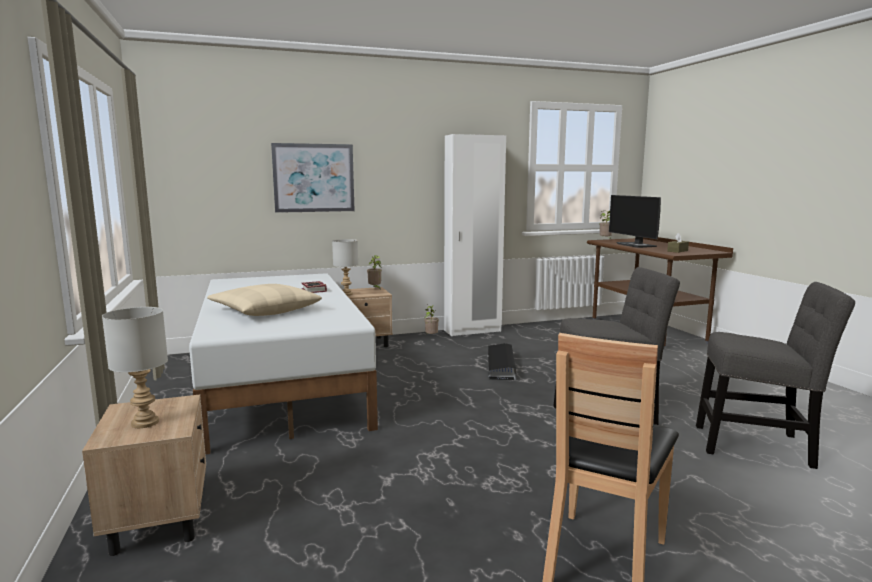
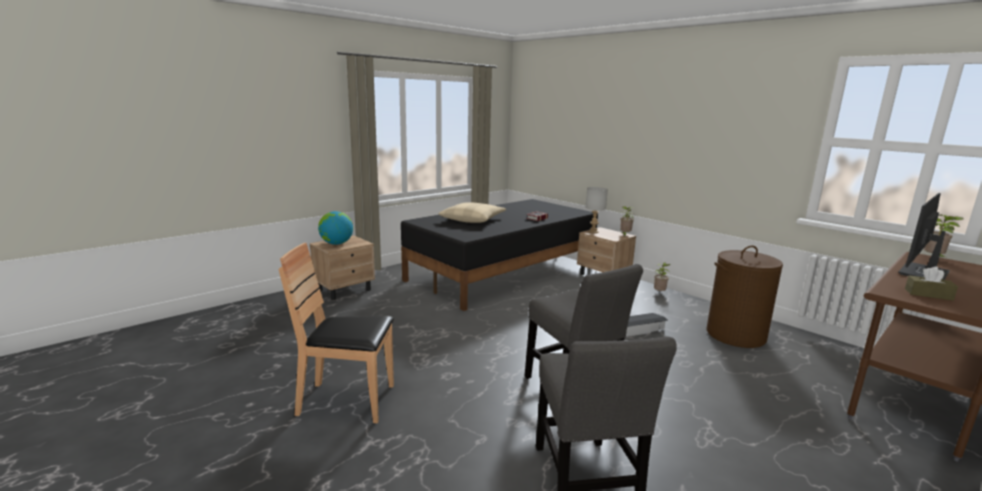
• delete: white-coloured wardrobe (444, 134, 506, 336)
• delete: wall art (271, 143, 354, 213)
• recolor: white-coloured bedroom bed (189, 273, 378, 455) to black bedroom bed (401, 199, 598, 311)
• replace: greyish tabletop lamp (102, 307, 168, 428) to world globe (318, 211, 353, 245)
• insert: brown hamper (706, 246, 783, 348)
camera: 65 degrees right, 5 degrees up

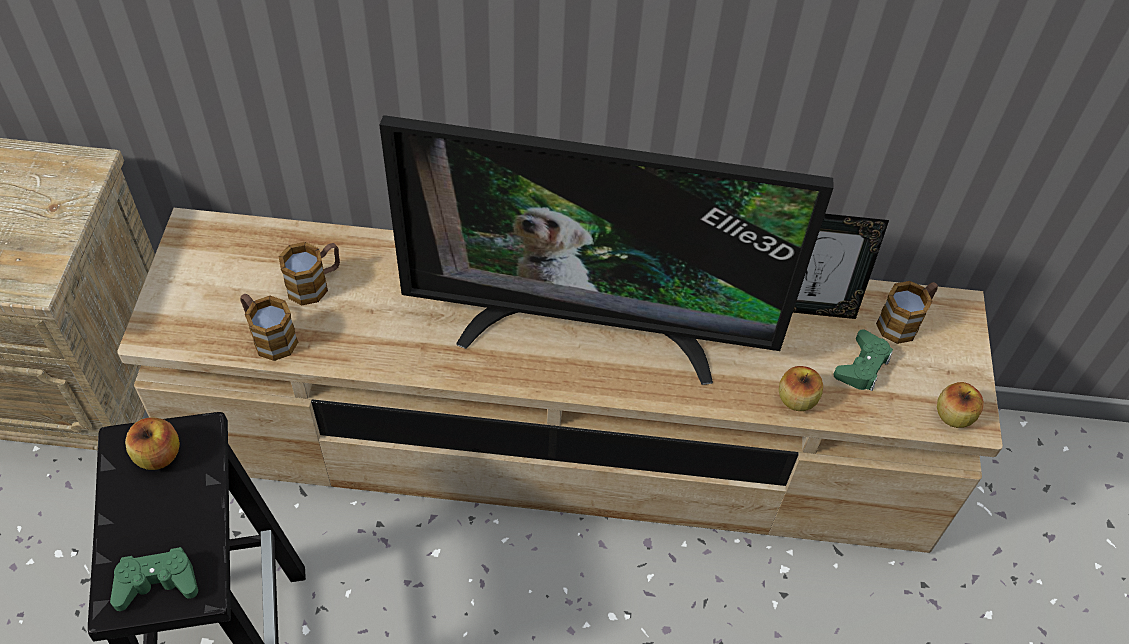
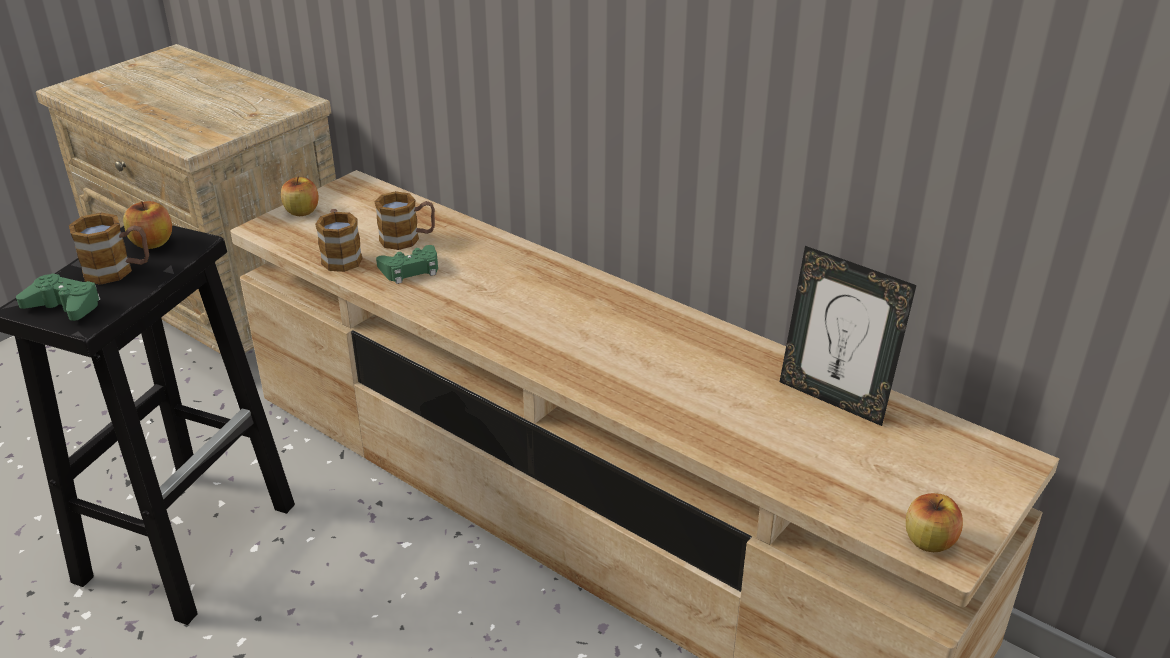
• delete: TV set (379, 115, 834, 385)
• move: coffee mug (876, 281, 938, 344) to (69, 212, 149, 285)
• move: green-coloured gamepad (833, 329, 893, 391) to (376, 245, 438, 284)
• move: whole apple (779, 366, 823, 411) to (281, 176, 319, 216)
camera: 35 degrees right, 20 degrees down

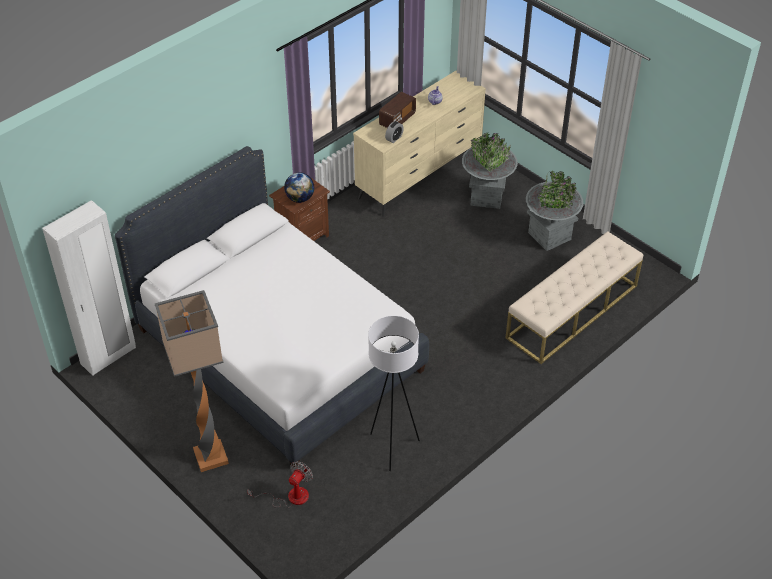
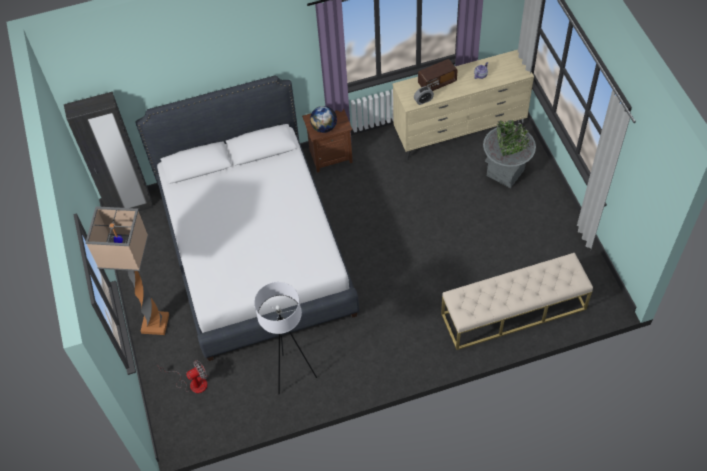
• delete: greyish plant pot (526, 171, 583, 251)
• recolor: white-coloured wardrobe (42, 200, 136, 376) to black wardrobe (64, 92, 153, 211)
camera: 30 degrees right, 10 degrees up

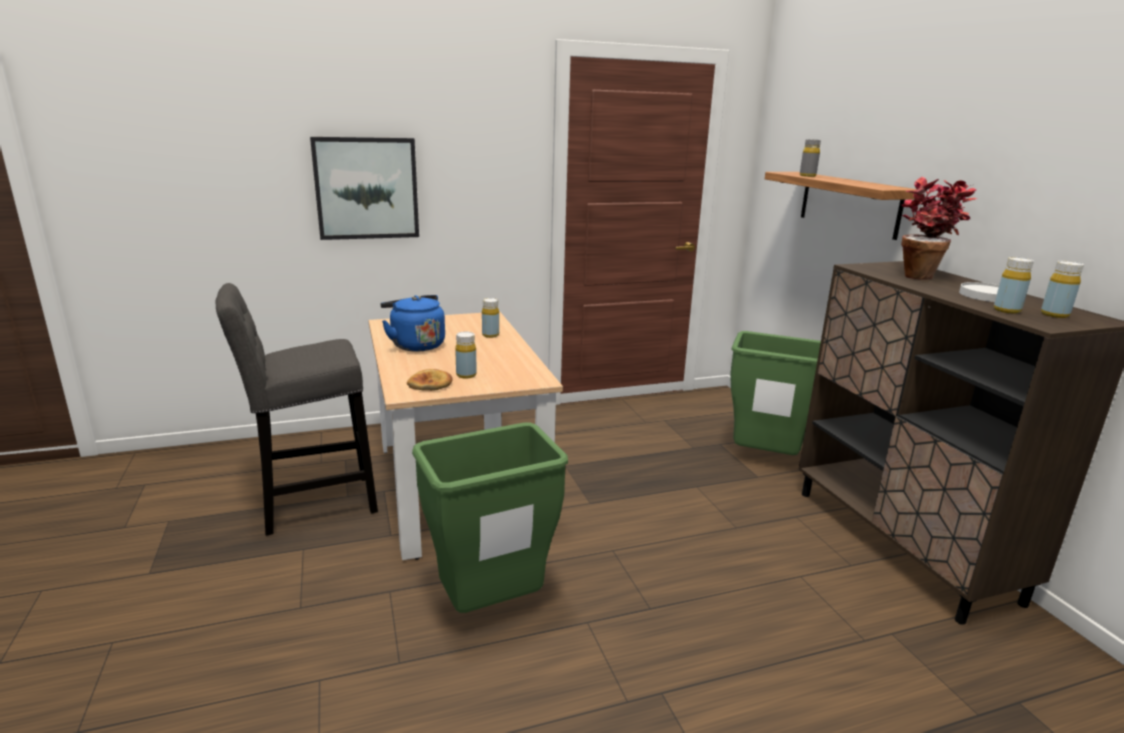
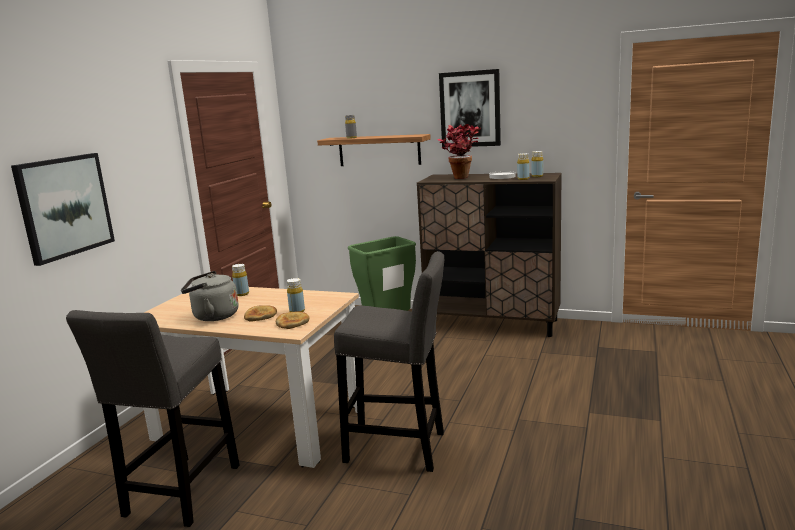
• recolor: blue tea kettle (380, 295, 445, 352) to greyish tea kettle (181, 271, 239, 321)
• replace: green-coloured waste bin (412, 423, 568, 613) to greyish stool (334, 251, 444, 472)
• insert: wall art (439, 69, 501, 147)
• insert: bakery bread (244, 305, 277, 322)
camera: 50 degrees left, 5 degrees down

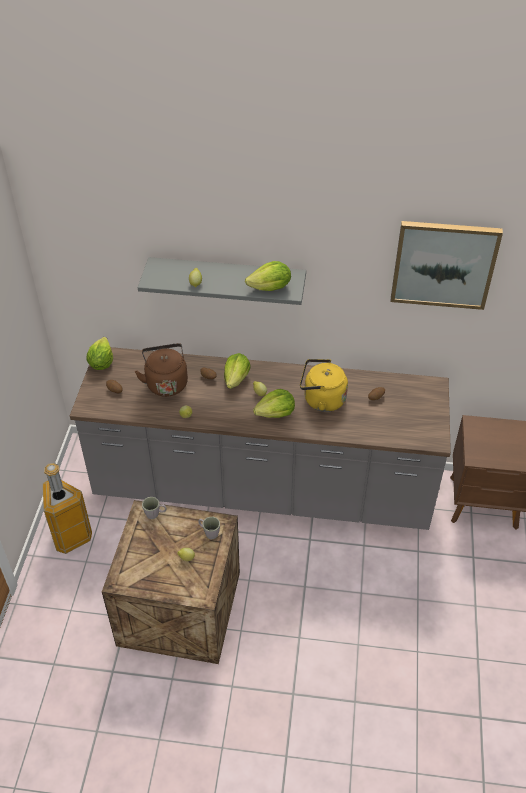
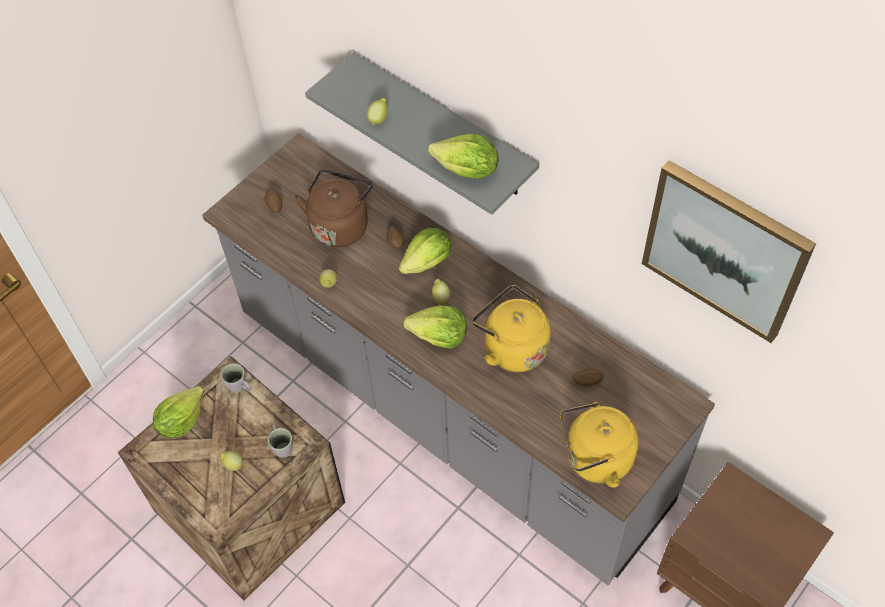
• move: head of lettuce (86, 337, 113, 370) to (153, 386, 204, 438)
• delete: waste bin (43, 463, 92, 554)
• insert: yellowish tea kettle (560, 402, 639, 488)
camera: 35 degrees right, 10 degrees up

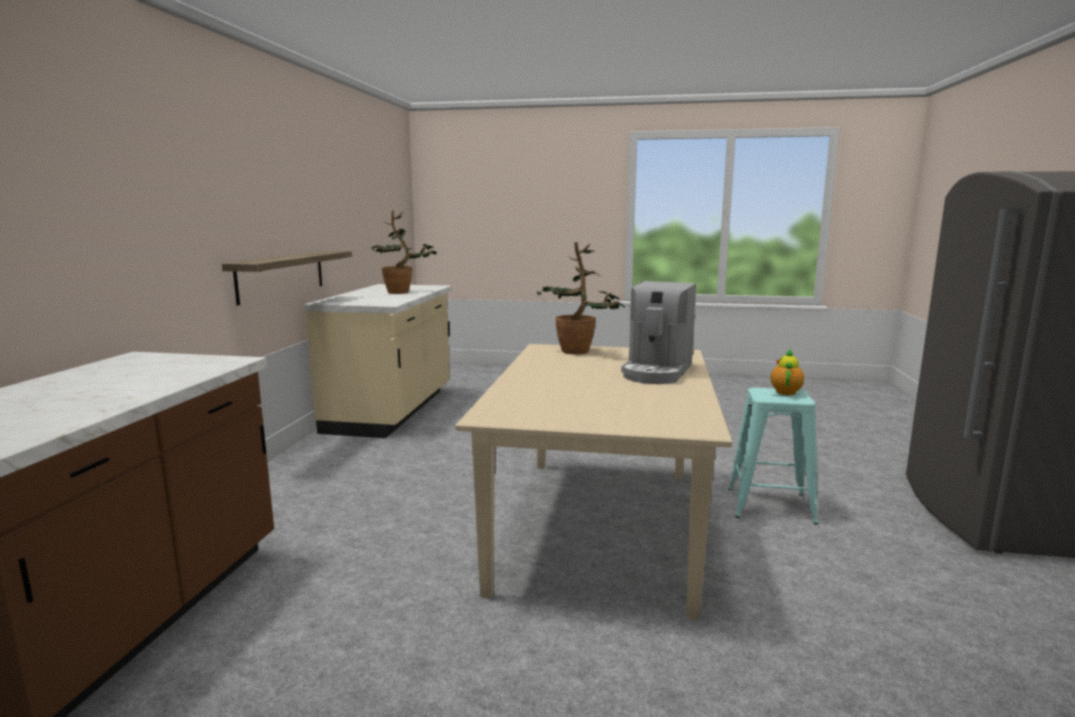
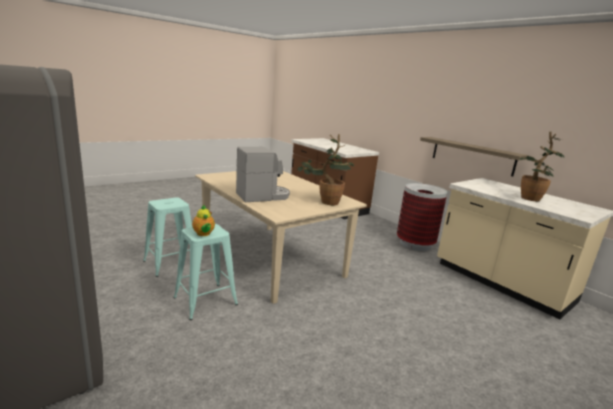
• rotate: coffee brewer (621, 281, 696, 384) = (236, 147, 290, 202) 90 degrees clockwise
• insert: waste bin (397, 183, 448, 251)
• insert: blue-green stool (143, 197, 192, 277)
camera: 130 degrees right, 5 degrees up

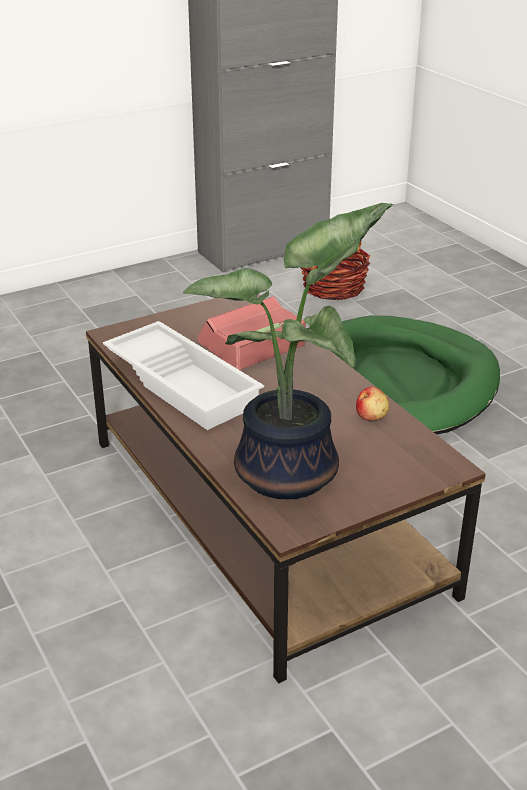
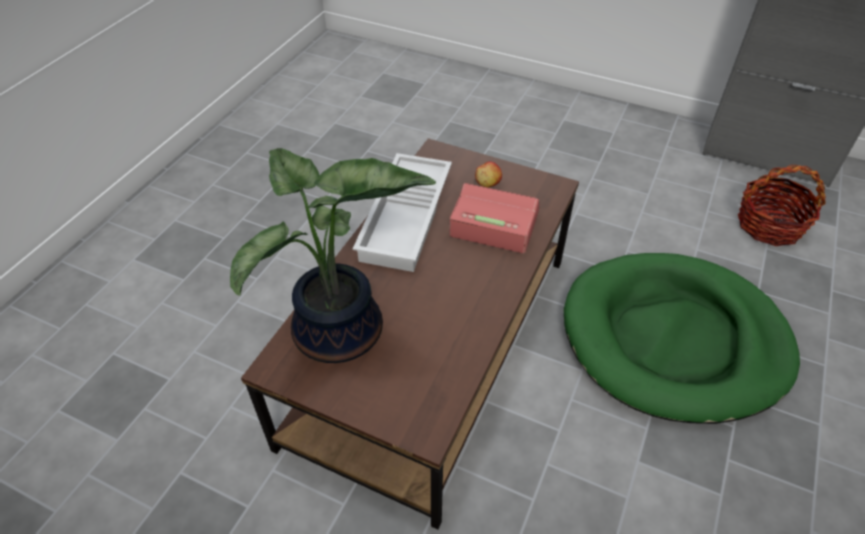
• move: whole apple (356, 387, 389, 421) to (475, 161, 502, 187)
camera: 55 degrees right, 15 degrees up

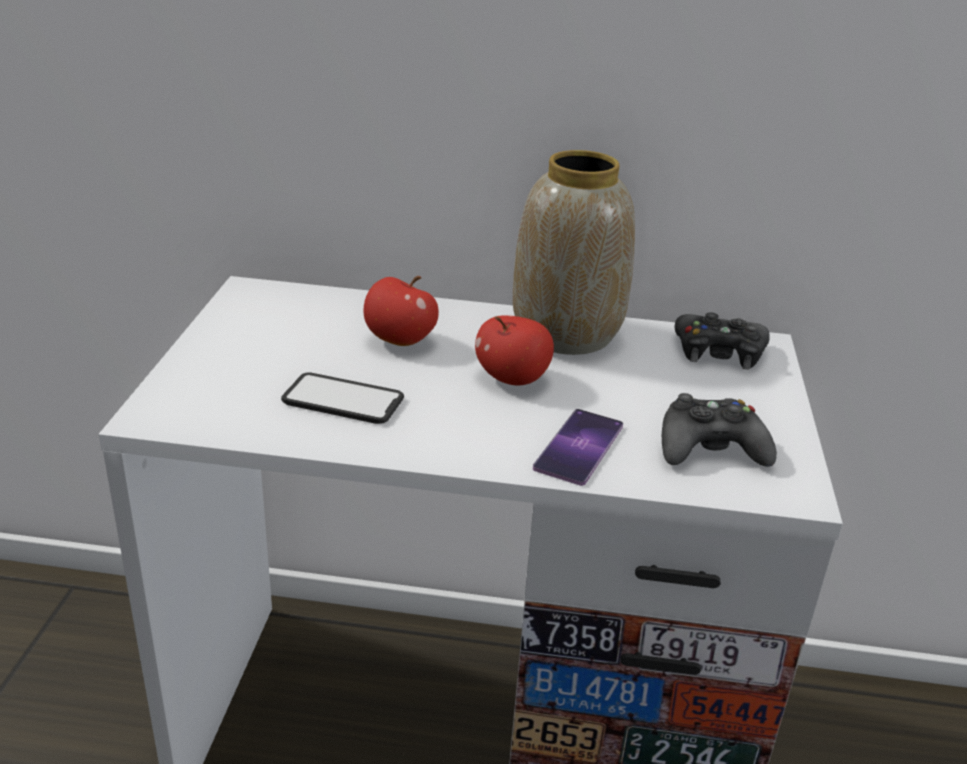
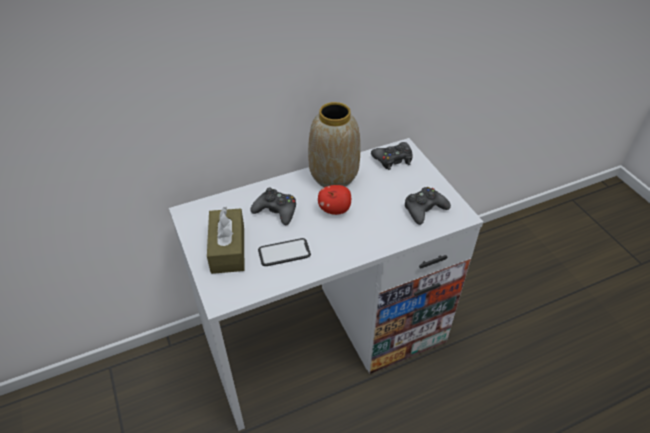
• replace: whole apple (364, 276, 439, 346) to black gamepad (250, 187, 296, 225)
• delete: telephone (533, 409, 623, 486)
• insert: brown box of tissues (207, 207, 244, 274)
camera: 30 degrees left, 15 degrees up

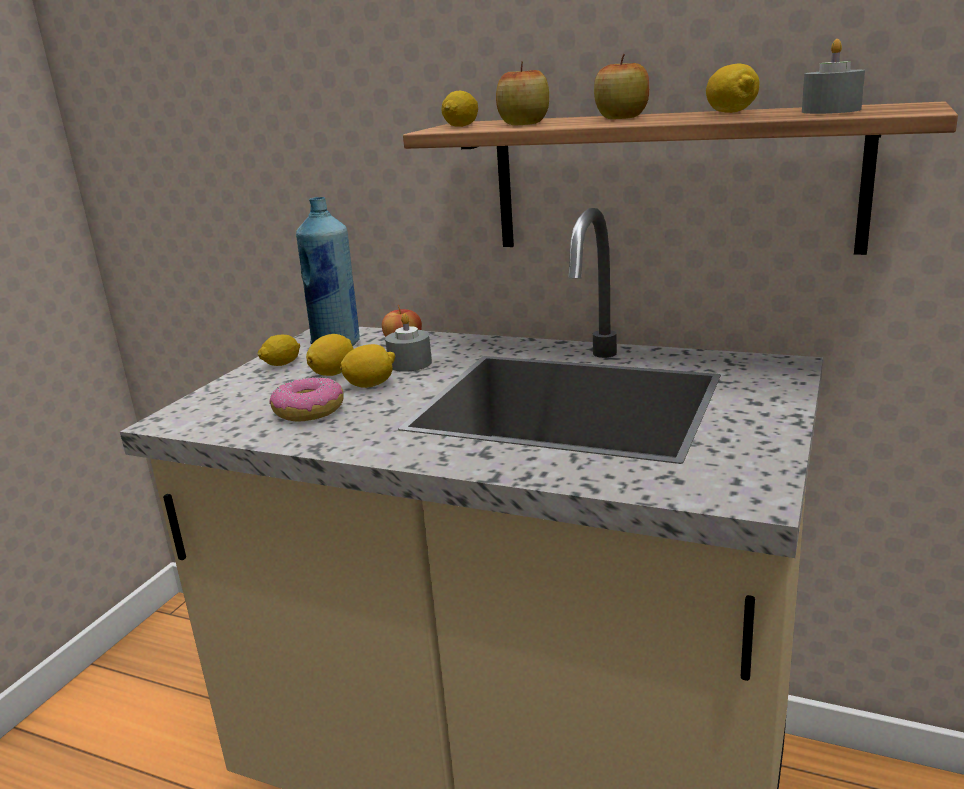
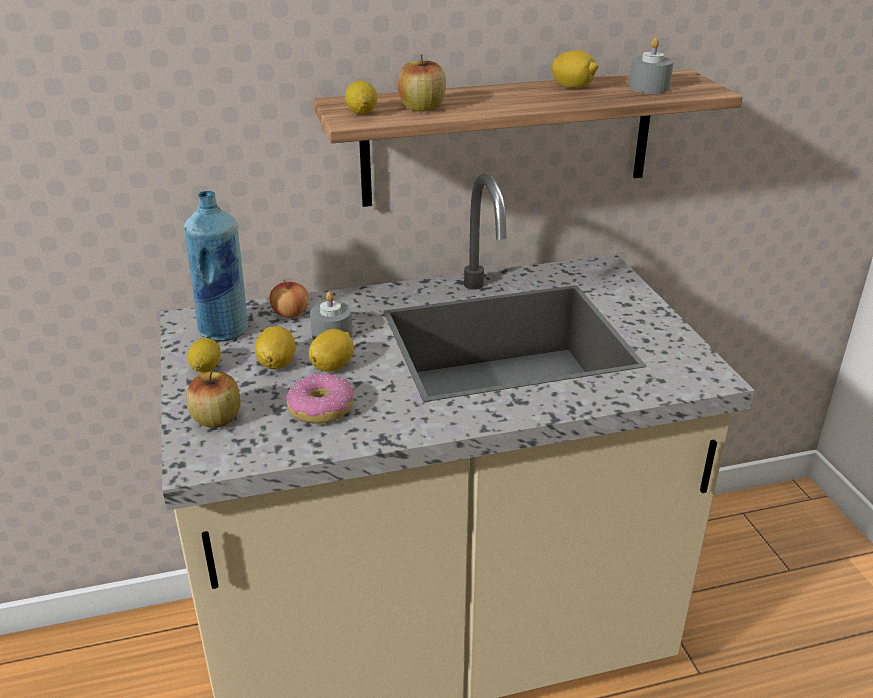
• move: whole apple (594, 54, 649, 119) to (186, 371, 241, 428)
camera: 40 degrees left, 10 degrees up

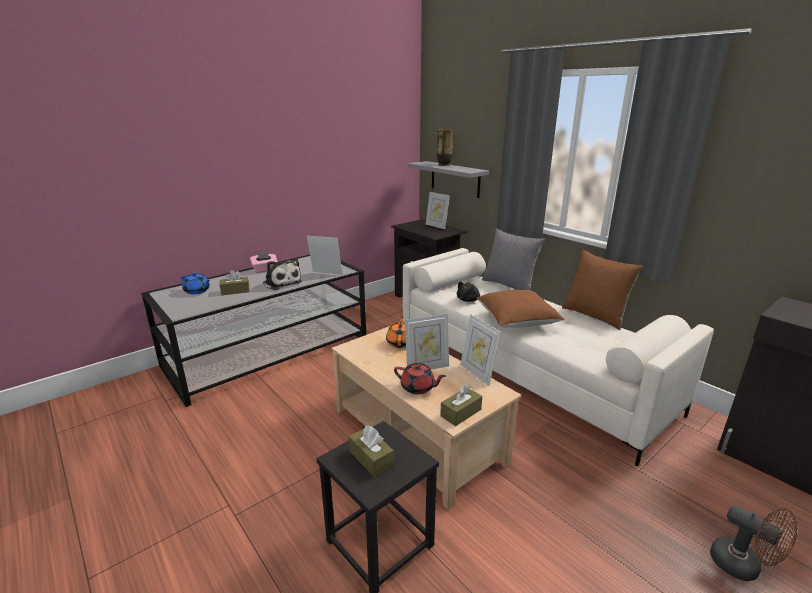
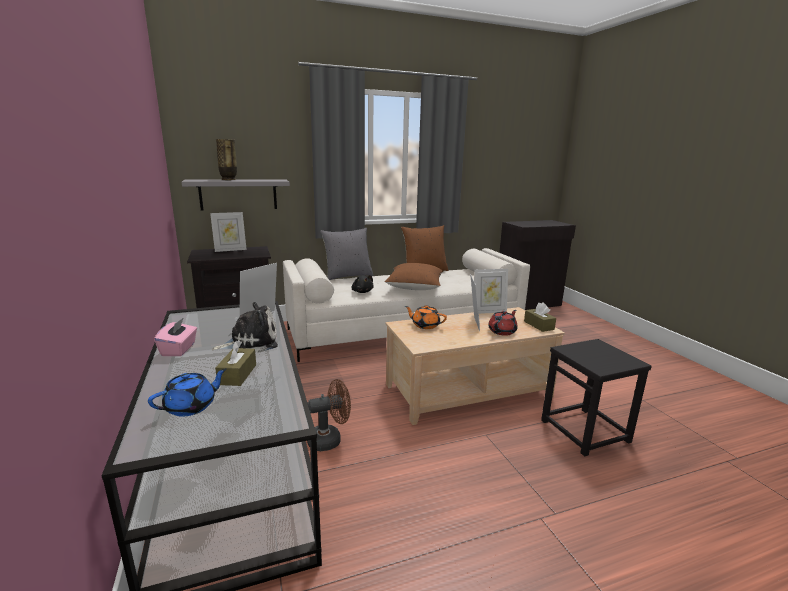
• delete: brown box of tissues (348, 425, 394, 477)
• move: brown fan (710, 505, 798, 581) to (307, 379, 351, 451)
camera: 70 degrees left, 5 degrees down

